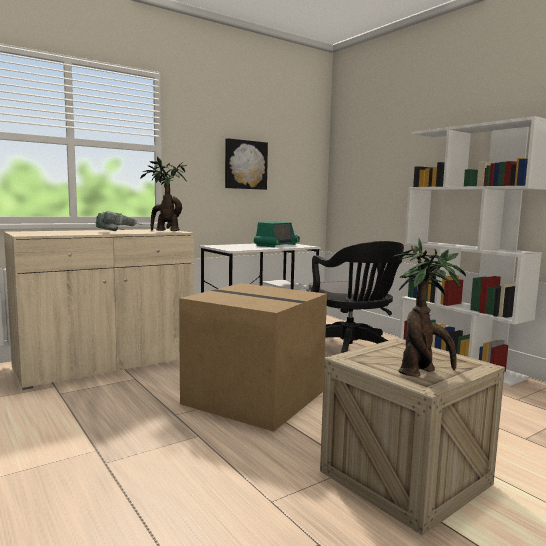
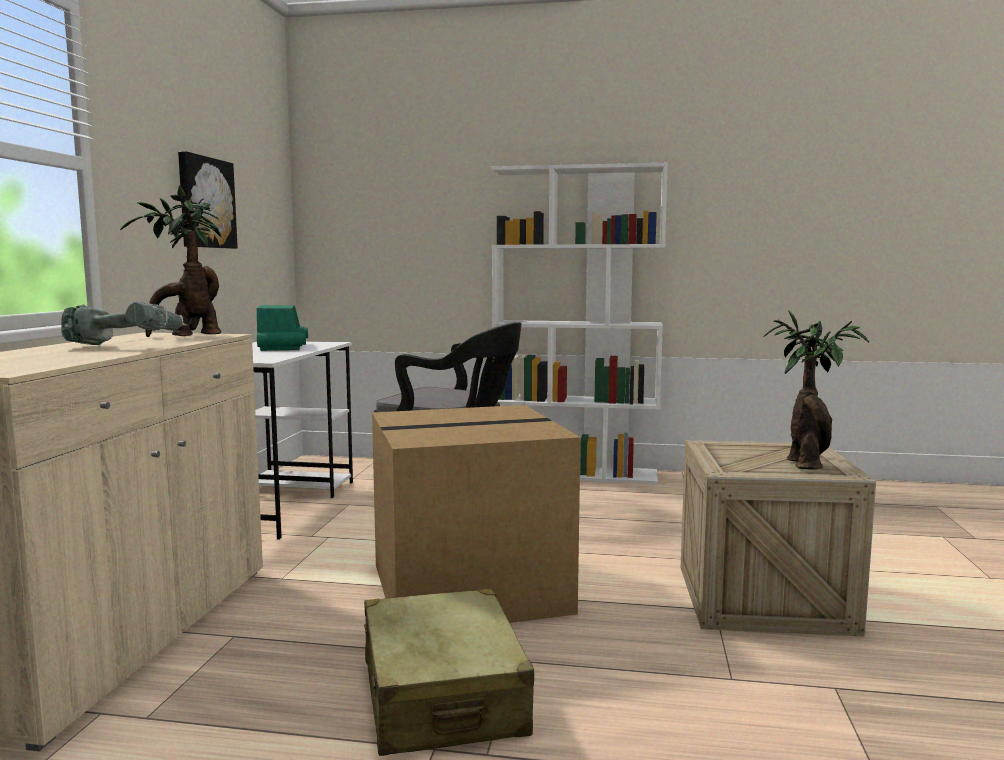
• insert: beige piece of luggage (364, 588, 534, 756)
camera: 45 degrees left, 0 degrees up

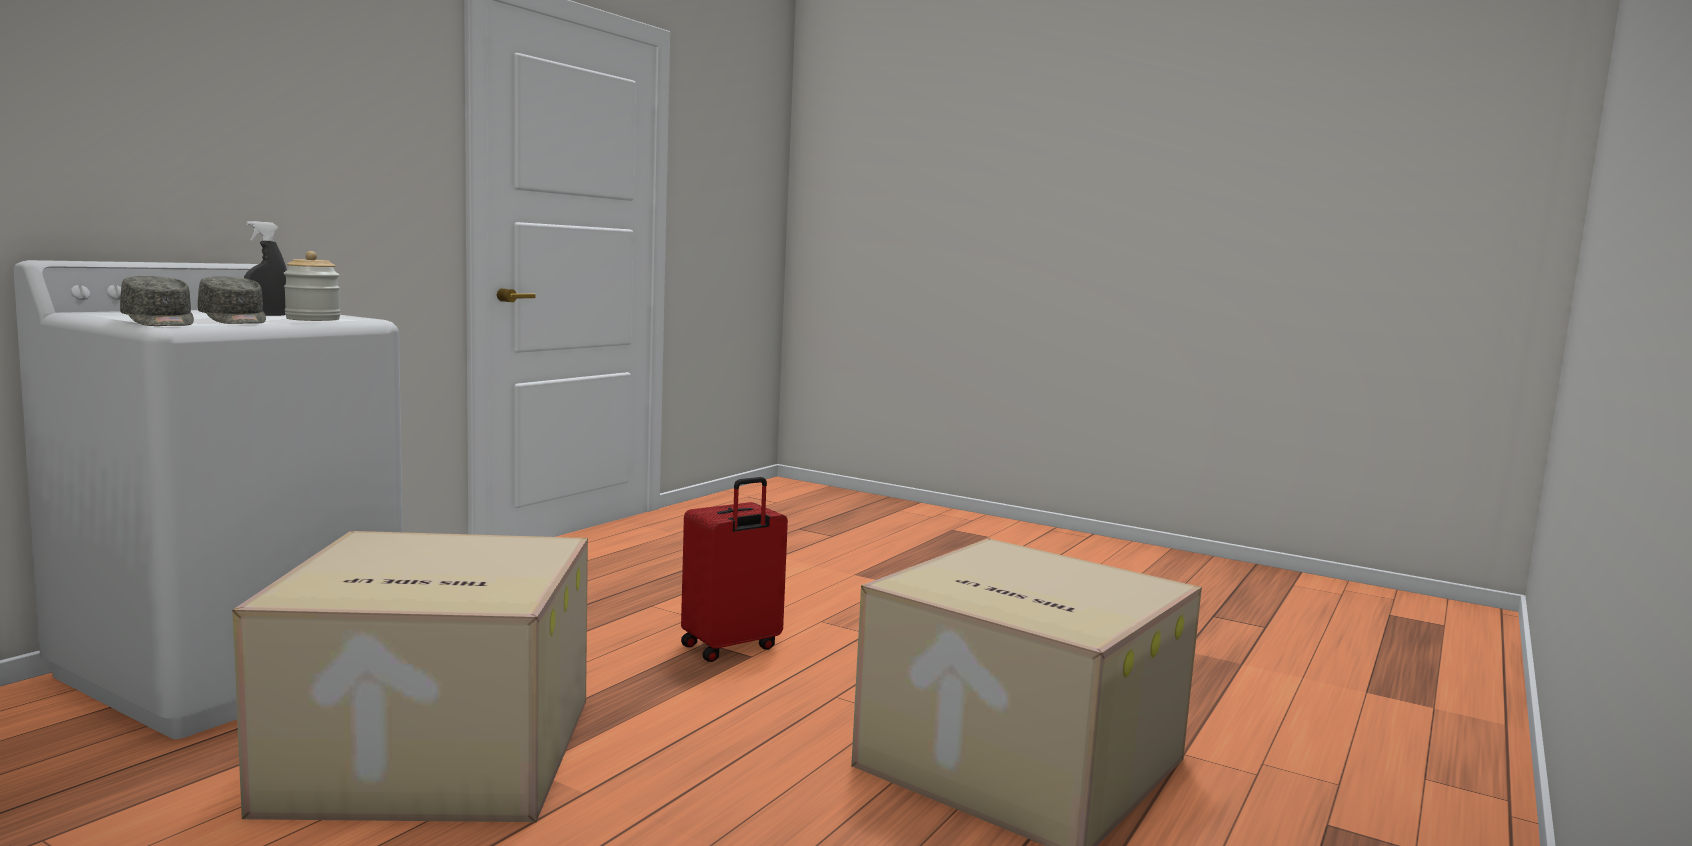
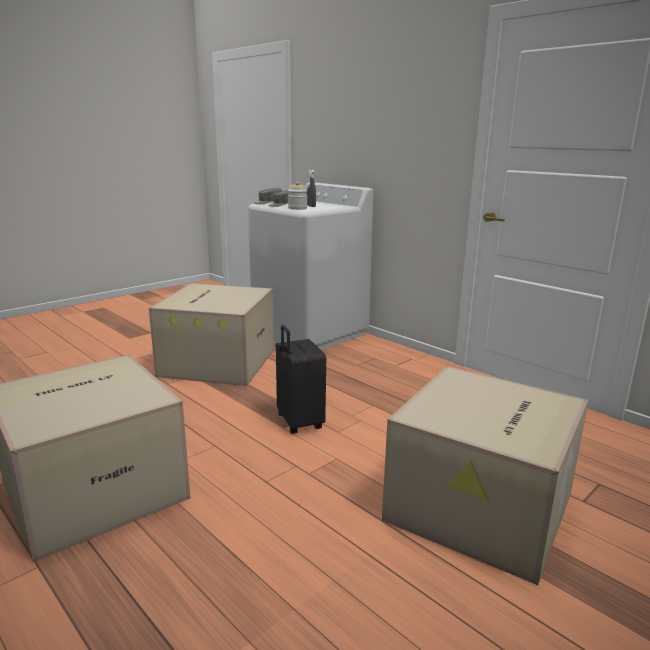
• recolor: red-coloured piece of luggage (681, 477, 788, 662) to black piece of luggage (276, 325, 326, 434)
• insert: packing box (382, 366, 589, 585)
camera: 105 degrees right, 10 degrees up

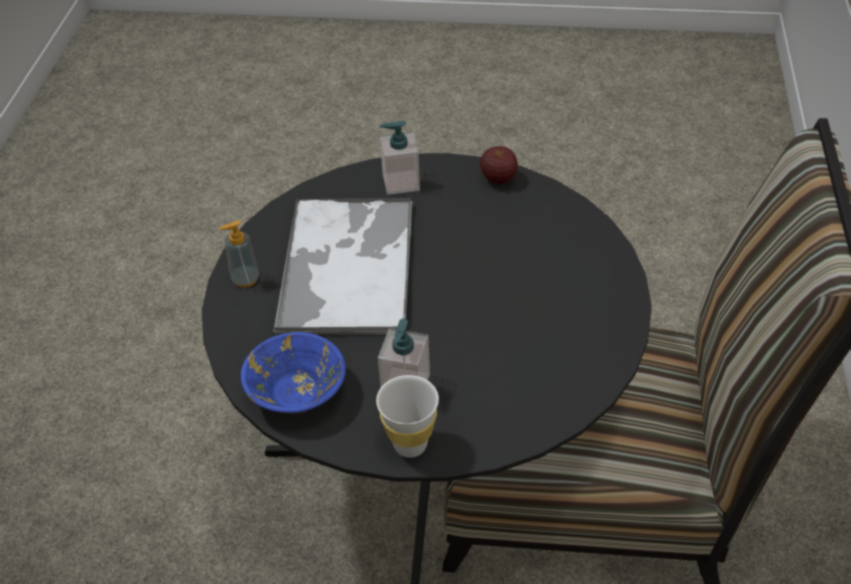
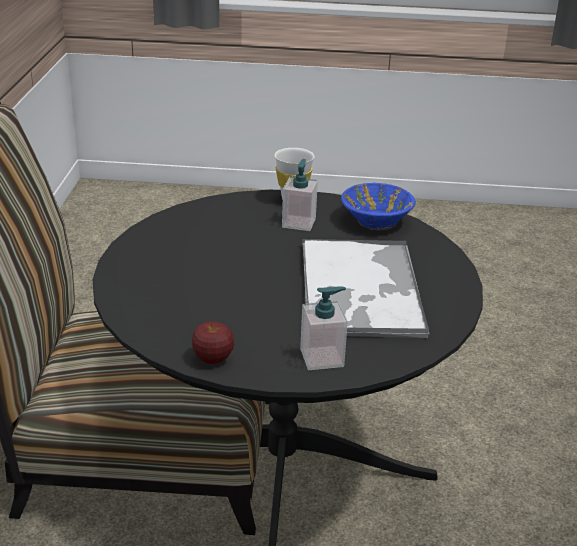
• delete: liquid soap bottle (219, 220, 259, 287)
camera: 175 degrees right, 15 degrees down

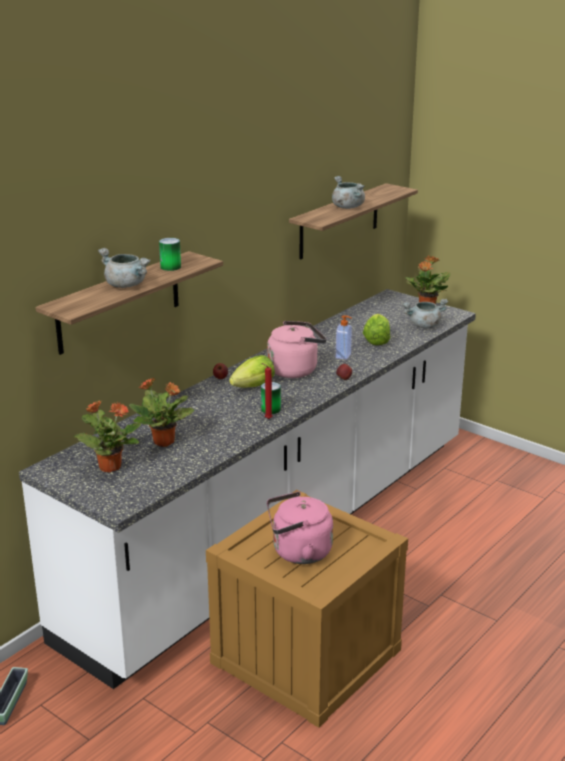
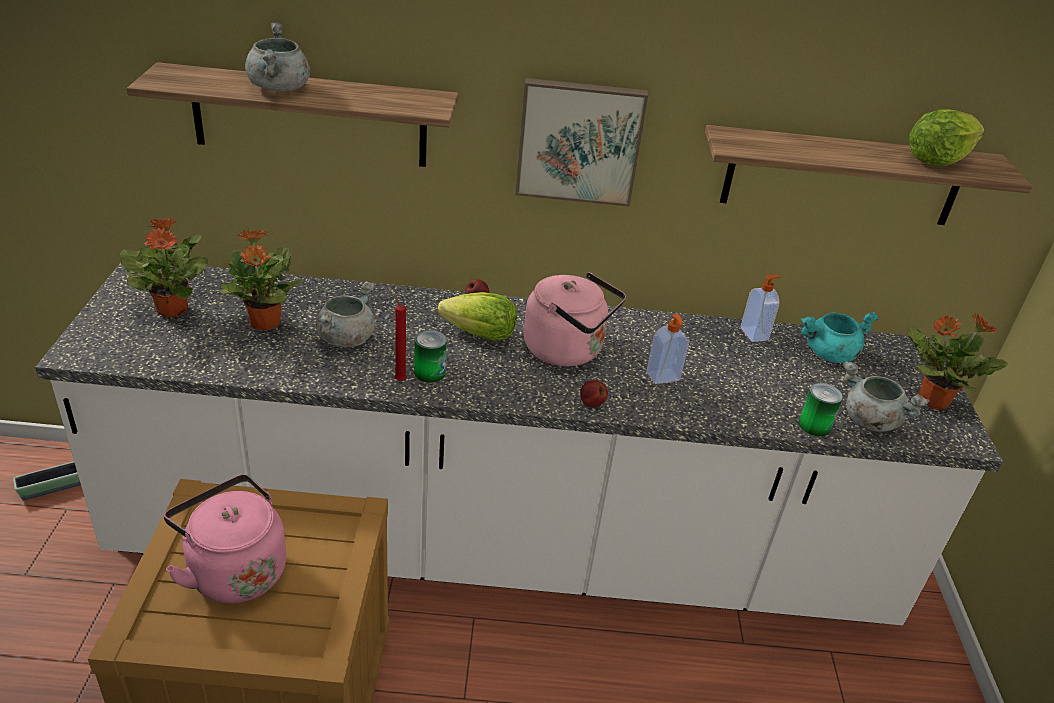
• move: greyish saucepot (332, 176, 365, 209) to (316, 281, 375, 347)
• move: can (159, 238, 181, 271) to (799, 383, 843, 437)
• move: head of lettuce (363, 314, 390, 345) to (909, 109, 984, 166)
• insert: wall art (515, 78, 648, 207)
• insert: liquid soap bottle (741, 275, 781, 342)
• insert: blue-green saucepot (801, 312, 878, 363)
camera: 50 degrees right, 10 degrees up

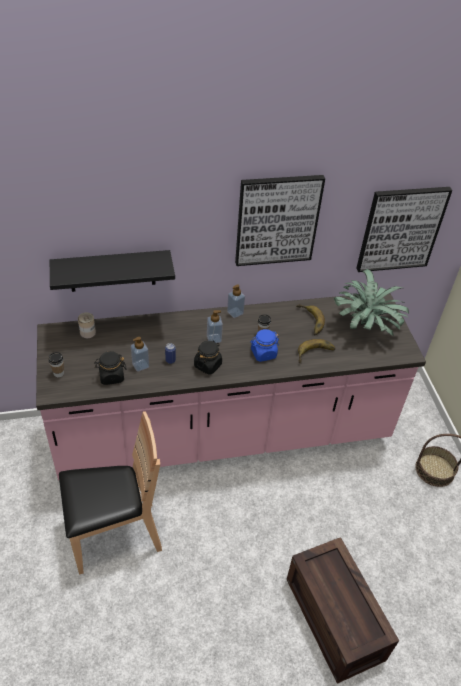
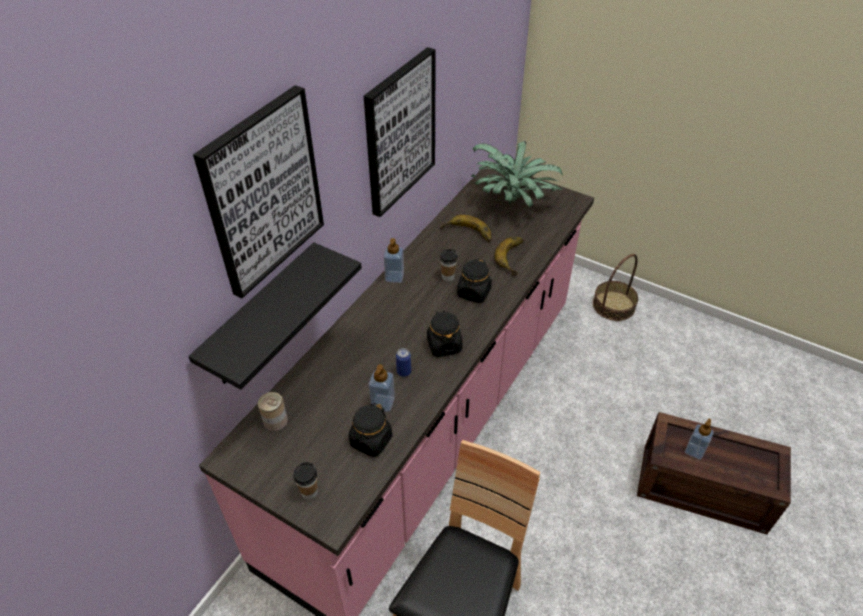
• move: wall art (356, 187, 452, 272) to (193, 85, 324, 298)
• move: liquid soap bottle (207, 310, 223, 343) to (685, 418, 714, 460)
• recolor: blue jar (251, 329, 279, 362) to black jar (457, 258, 492, 303)
camera: 45 degrees left, 0 degrees up

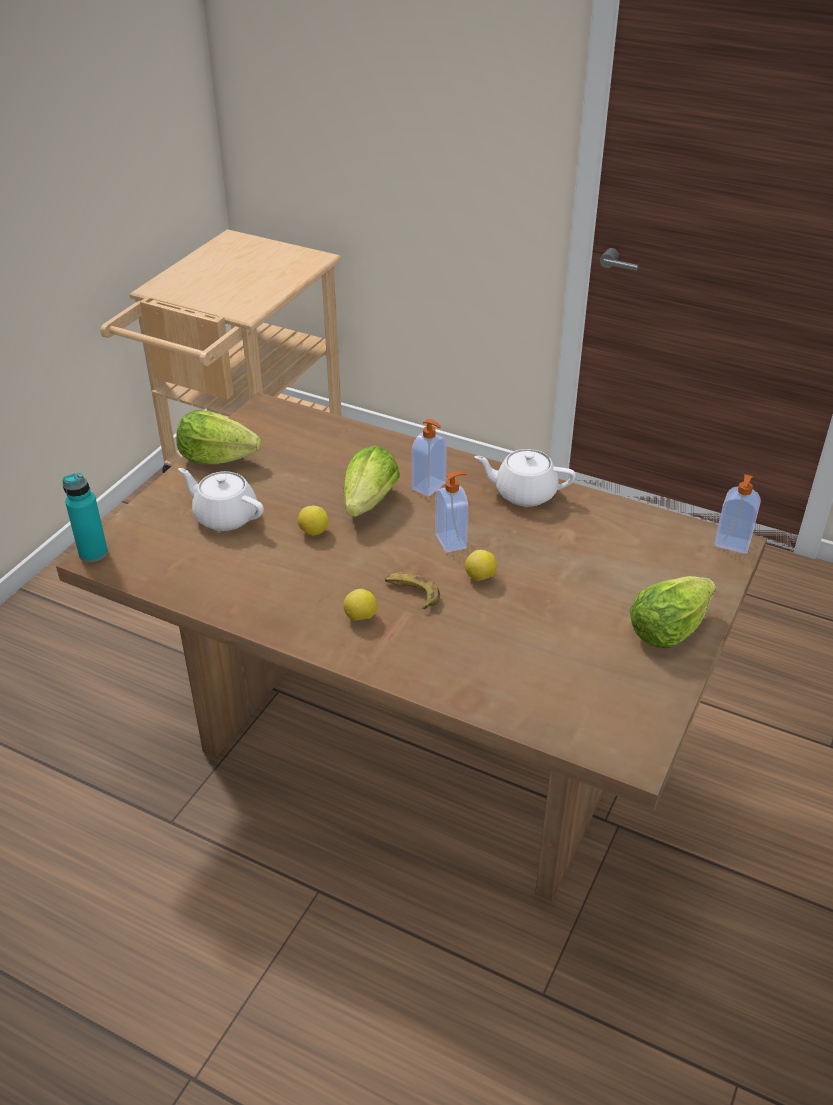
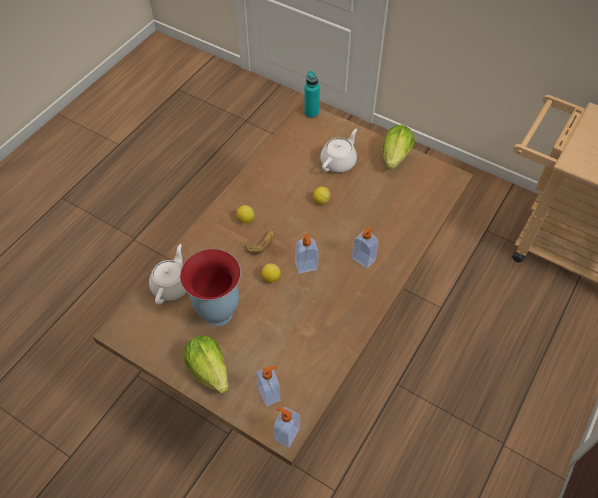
• delete: head of lettuce (344, 445, 400, 517)
• move: white-coloured tea pot (474, 449, 576, 507) to (149, 244, 187, 305)
• insert: vase (180, 249, 241, 326)
• insert: liquid soap bottle (256, 366, 281, 406)
camera: 95 degrees right, 15 degrees up

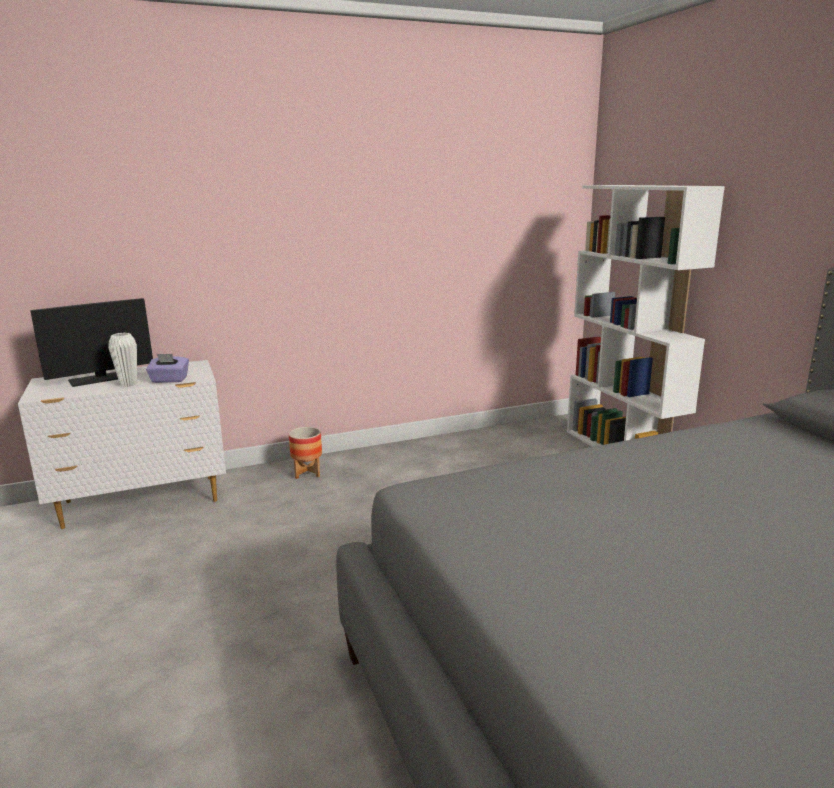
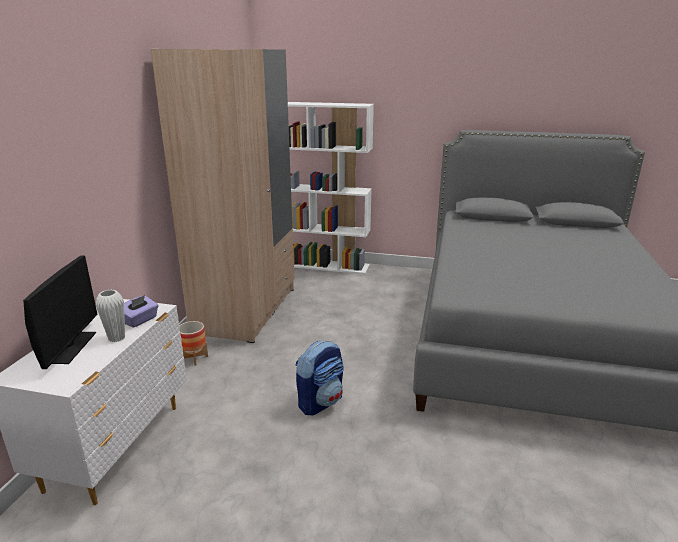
• insert: beige wardrobe (151, 49, 294, 343)
• insert: knapsack (296, 340, 344, 416)
camera: 55 degrees left, 5 degrees up

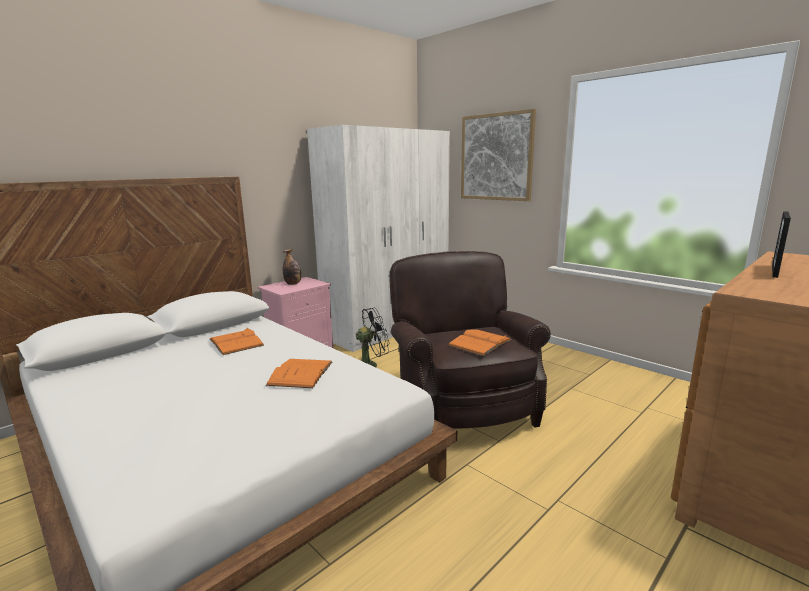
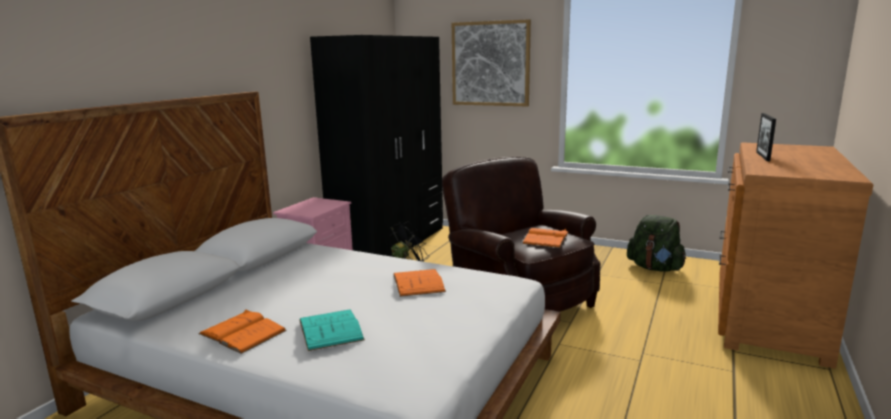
• recolor: white-coloured wardrobe (307, 125, 450, 352) to black wardrobe (310, 35, 443, 257)
• delete: beverage bottle (283, 249, 301, 285)
• move: orangey bound book (210, 328, 264, 355) to (198, 310, 287, 354)
• insert: green-coloured knapsack (627, 215, 686, 272)
• insert: blue-green bound book (299, 309, 365, 351)
camera: 20 degrees left, 0 degrees up

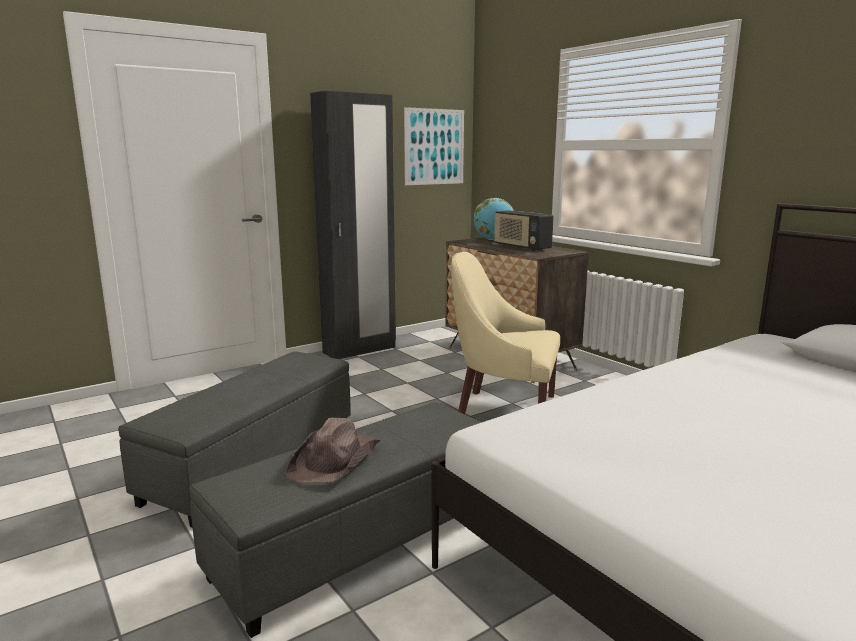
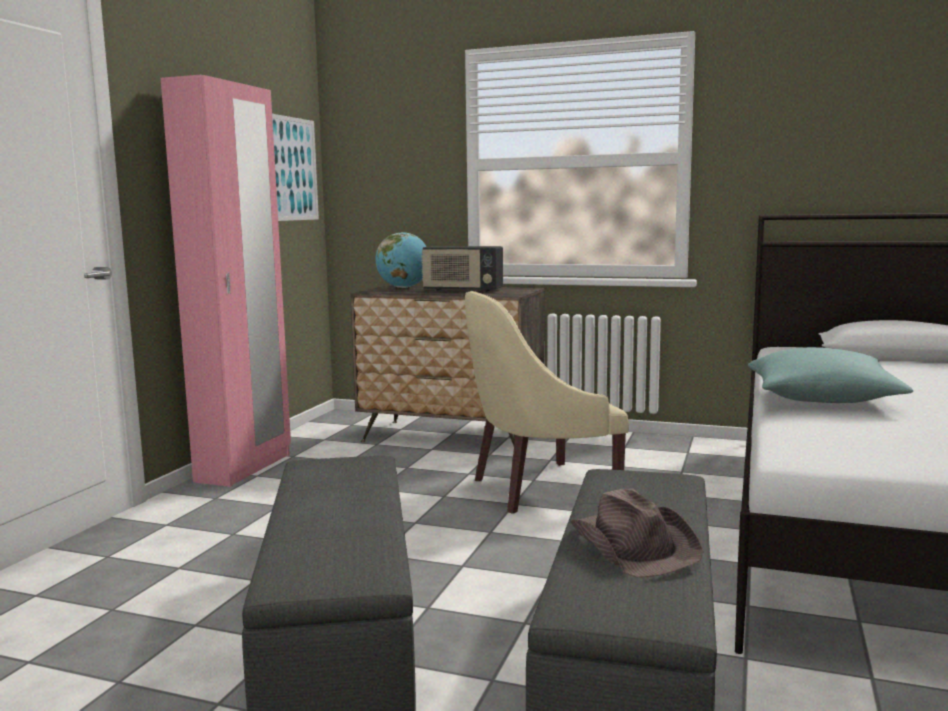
• recolor: black wardrobe (310, 91, 396, 359) to pink wardrobe (161, 75, 291, 487)
• insert: blue-green cushion (748, 347, 913, 403)
camera: 35 degrees left, 5 degrees down

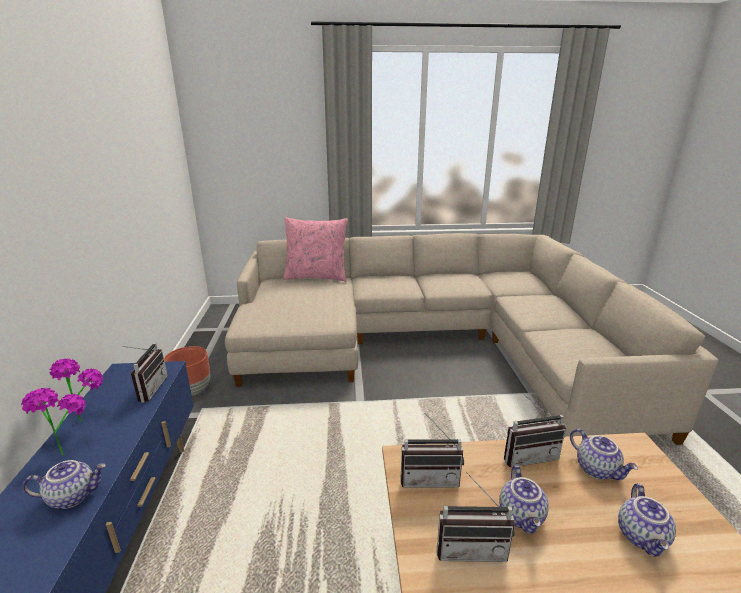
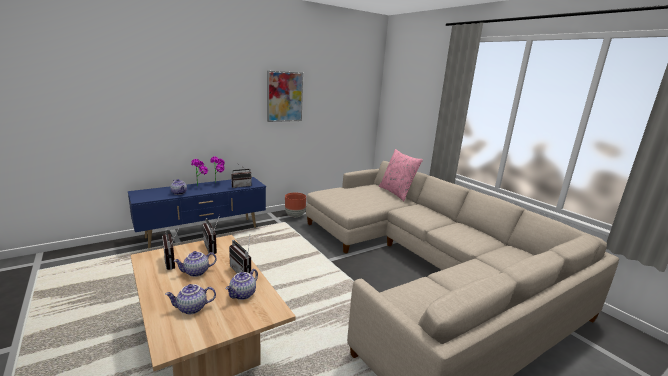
• insert: wall art (267, 71, 303, 122)
camera: 60 degrees right, 5 degrees down

